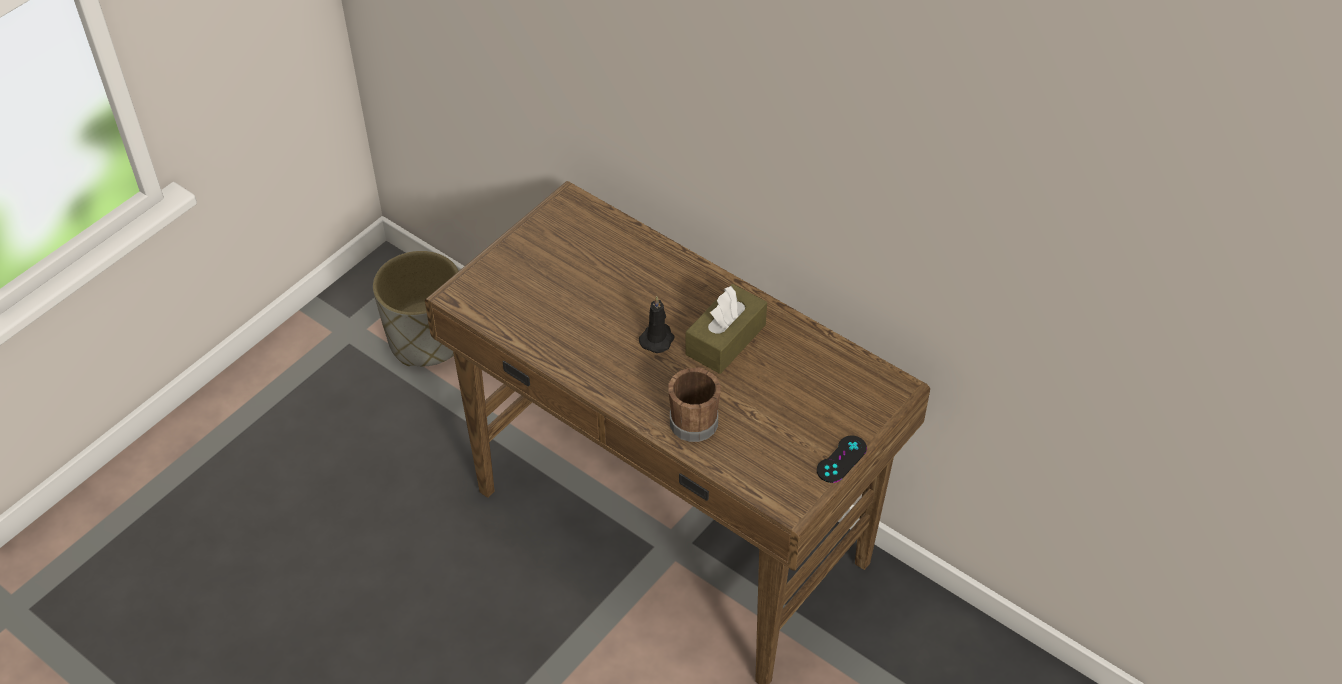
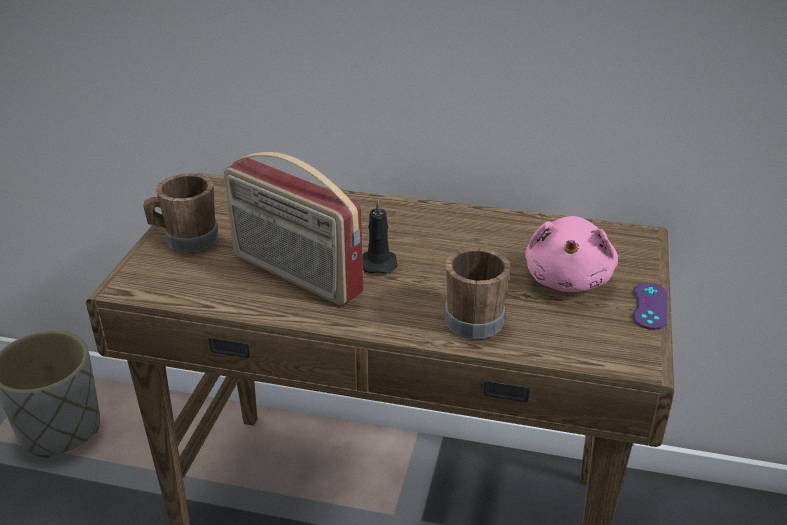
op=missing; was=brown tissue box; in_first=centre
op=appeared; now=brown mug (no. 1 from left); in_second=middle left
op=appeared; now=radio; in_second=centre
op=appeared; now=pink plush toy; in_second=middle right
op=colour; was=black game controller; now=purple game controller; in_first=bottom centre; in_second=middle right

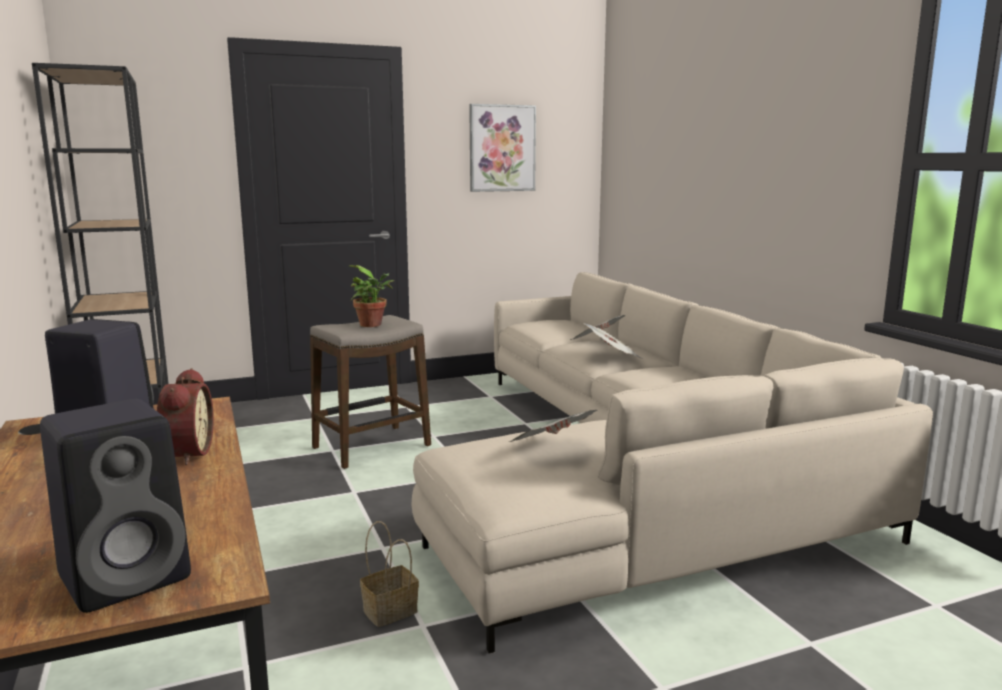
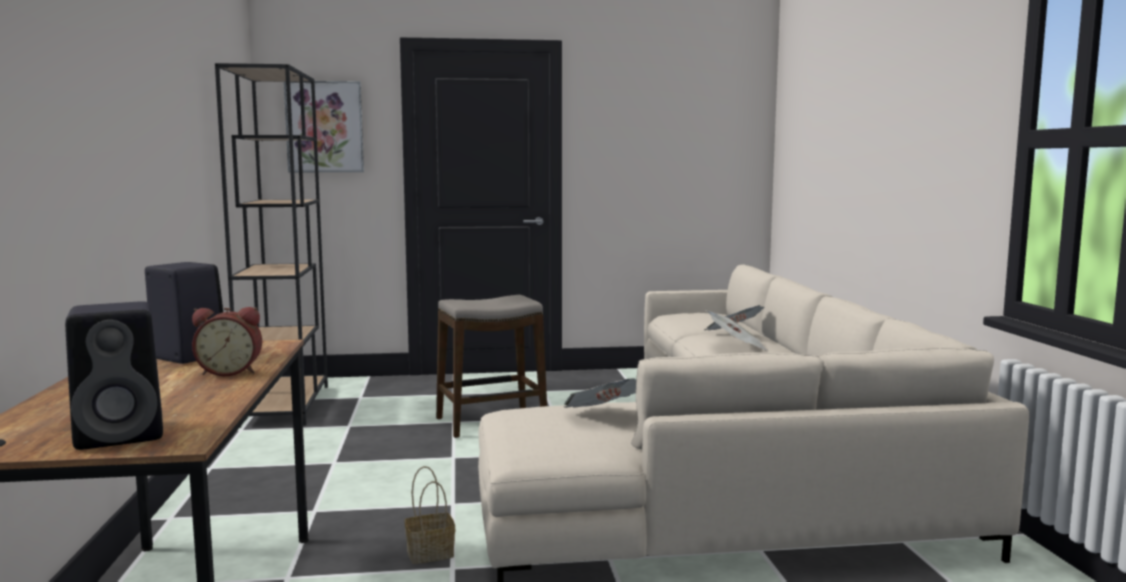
op=missing; was=potted plant; in_first=centre
op=relocated; was=picture; in_first=top centre; in_second=top left
op=spun; was=alarm clock; in_first=middle left; in_second=middle left; clockwise=75

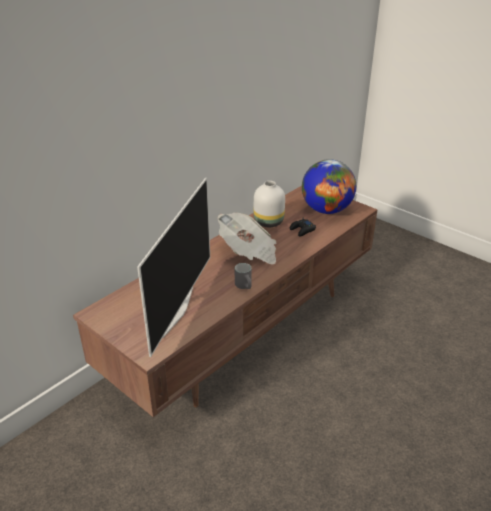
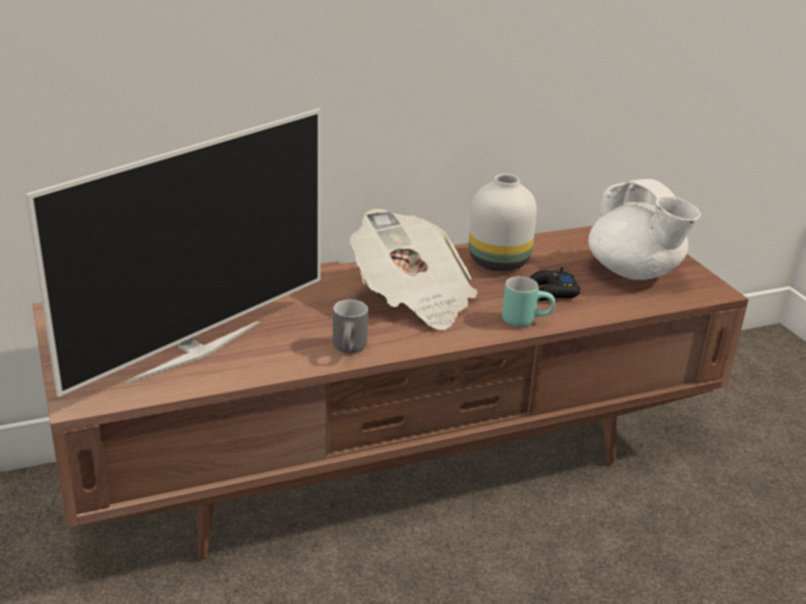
op=appeared; now=turquoise mug; in_second=centre
op=exchanged; was=globe; now=white teapot; in_first=middle right; in_second=middle right

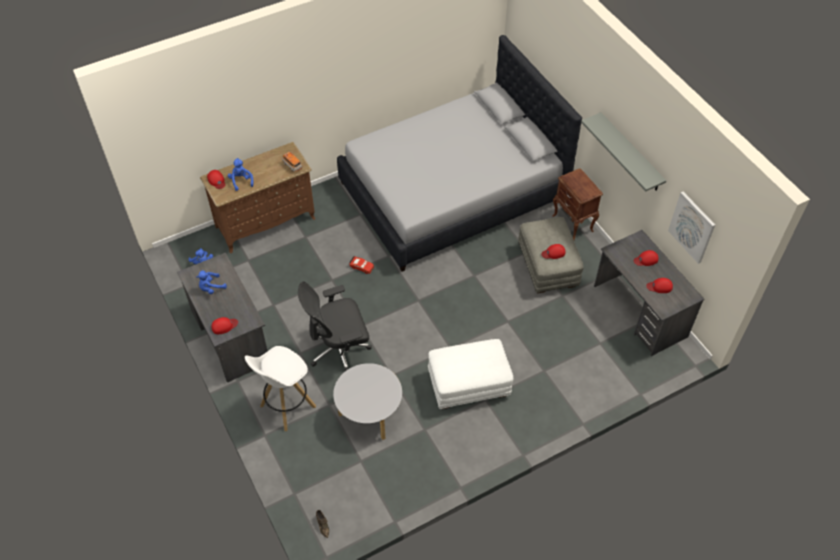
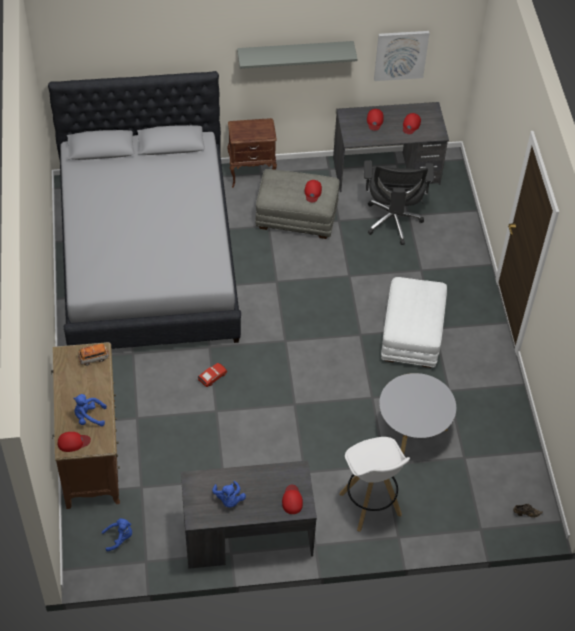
op=relocated; was=office chair; in_first=centre; in_second=top right

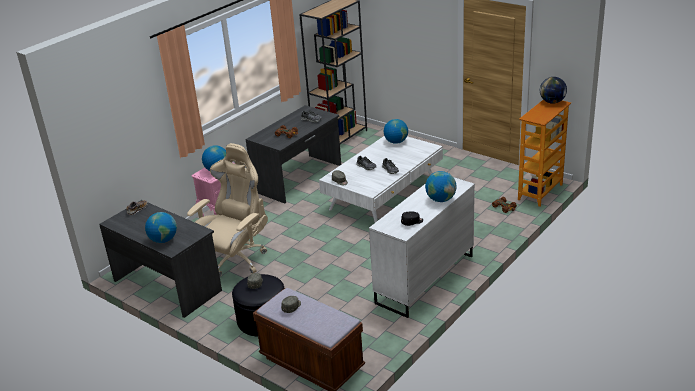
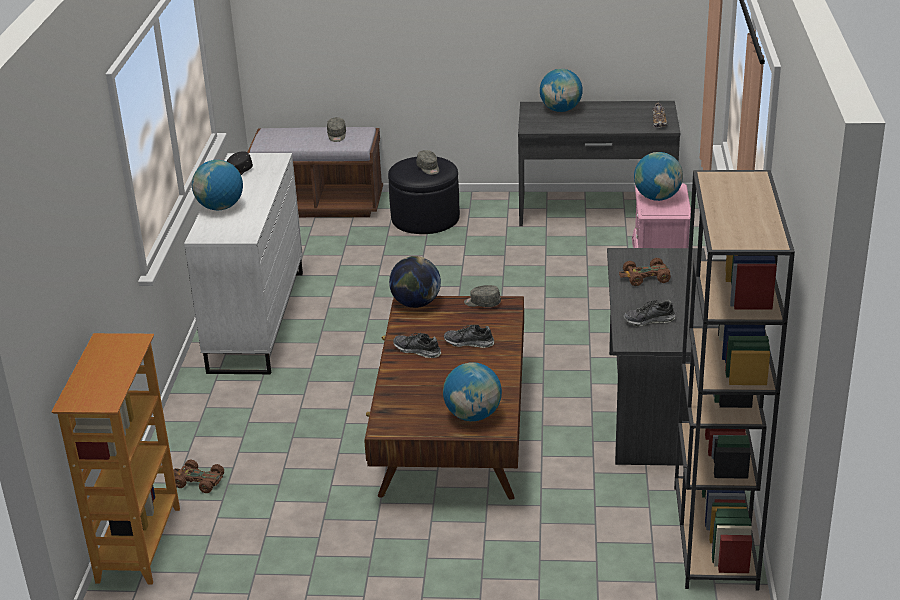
op=missing; was=beige office chair; in_first=middle left
op=relocated; was=globe (no. 5 from left in the first image); now=globe (no. 2 from left); in_first=top right; in_second=centre
op=colour; was=white coffee table; now=brown coffee table; in_first=centre; in_second=centre

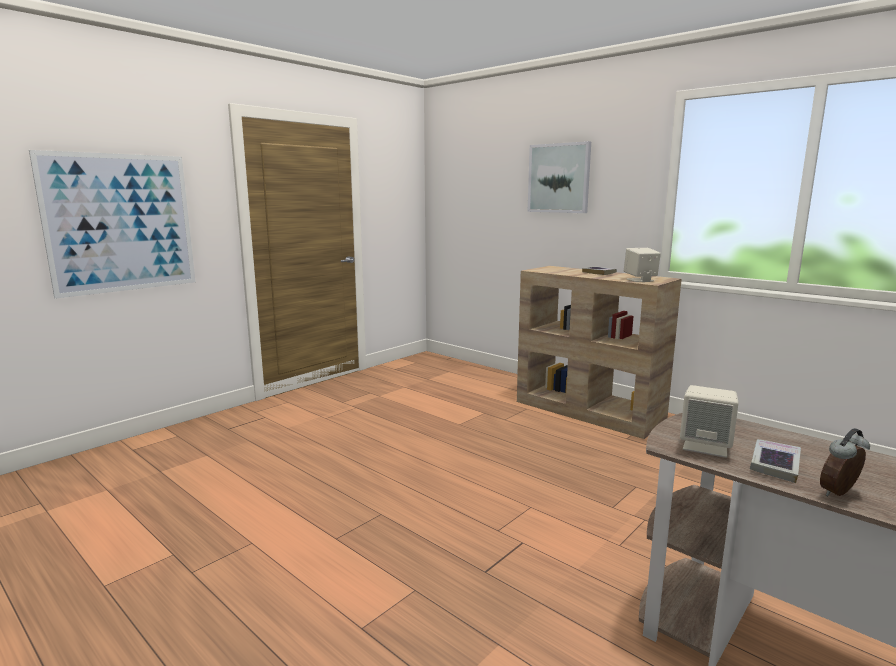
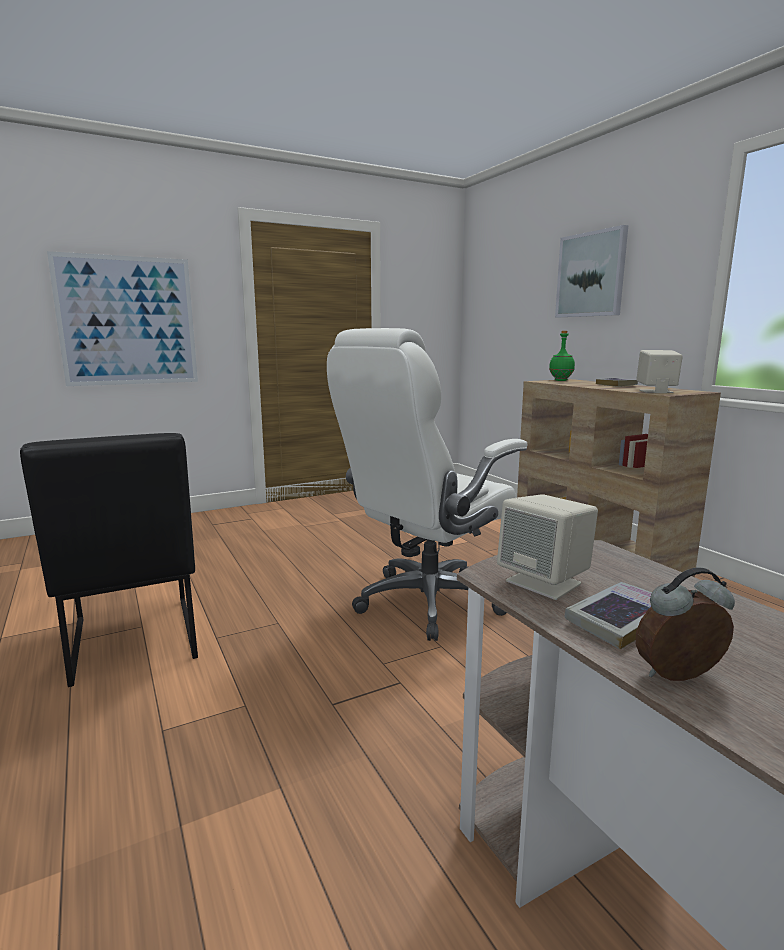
op=appeared; now=black chair; in_second=middle left
op=appeared; now=white office chair; in_second=centre
op=appeared; now=green bottle; in_second=middle right

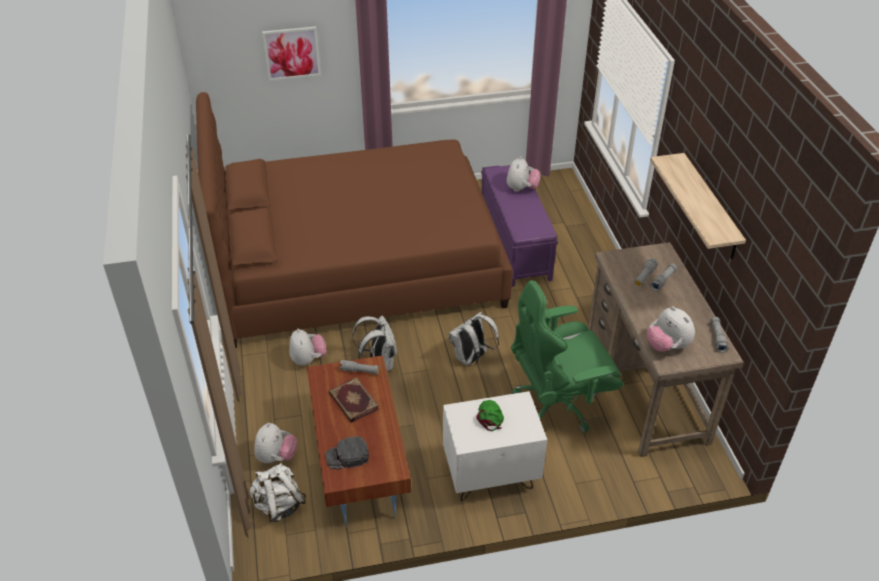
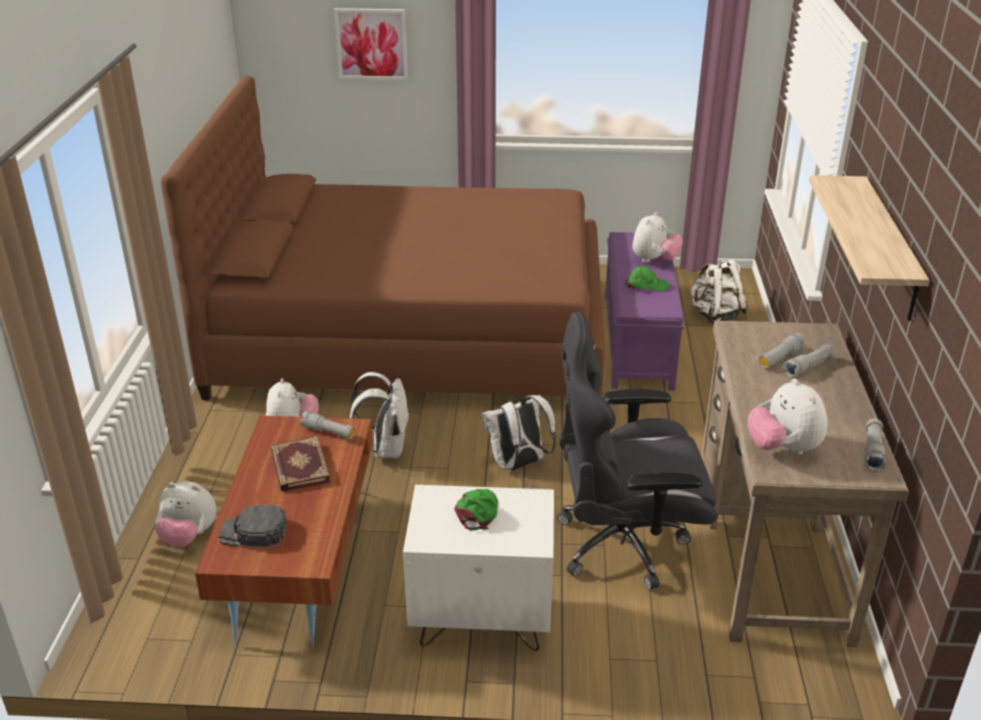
op=appeared; now=green cap (no. 2 from left); in_second=centre
op=relocated; was=white backpack (no. 1 from left in the first image); now=white backpack (no. 3 from left); in_first=bottom left; in_second=middle right
op=colour; was=green office chair; now=black office chair; in_first=centre; in_second=centre
op=spun; was=plush toy (no. 1 from left); in_first=bottom left; in_second=bottom left; clockwise=75

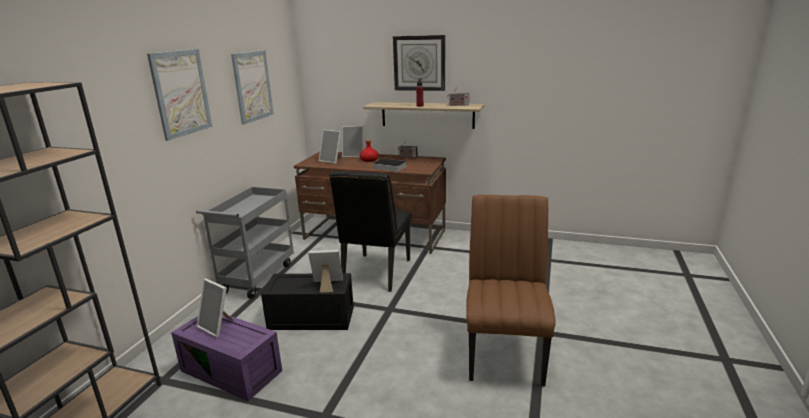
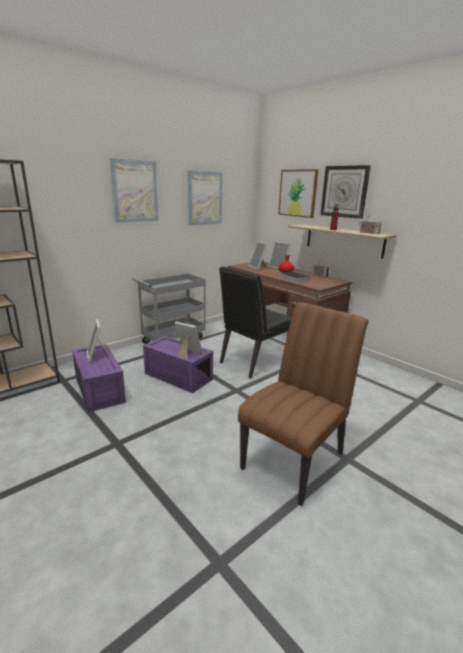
op=appeared; now=picture (no. 3 from left); in_second=top centre
op=colour; was=black storage box; now=purple storage box (no. 2 from left); in_first=bottom centre; in_second=centre

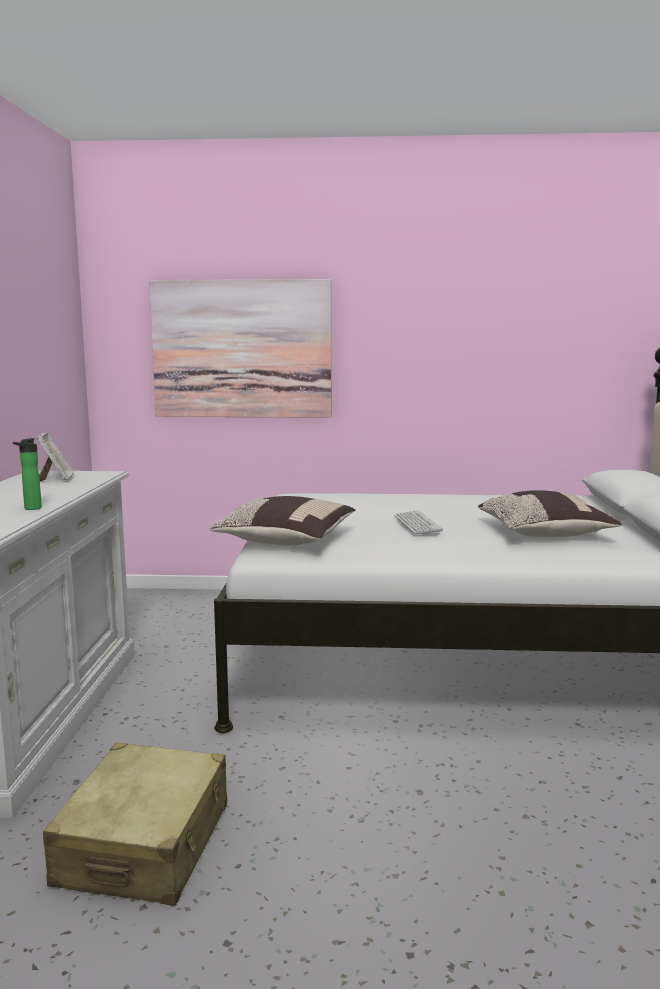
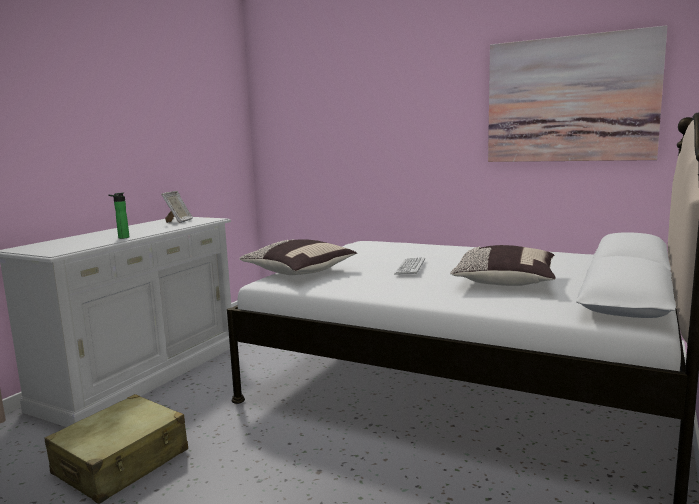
op=relocated; was=picture; in_first=centre; in_second=top right

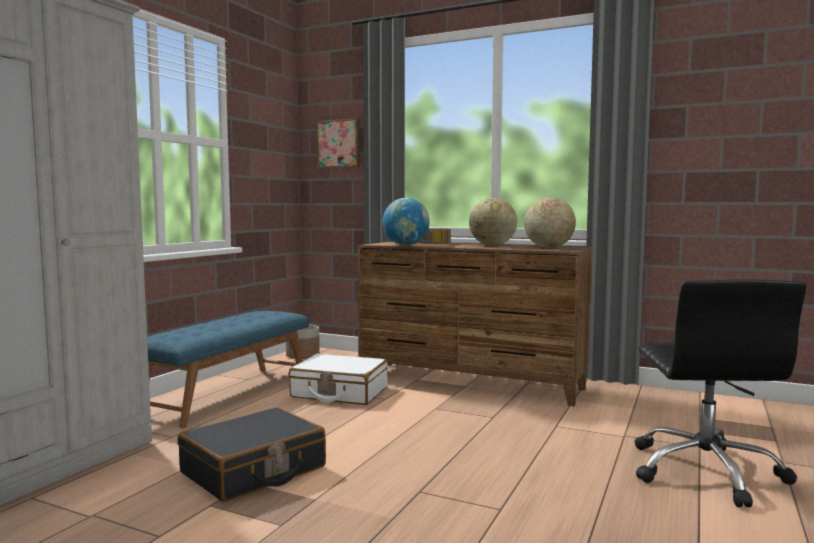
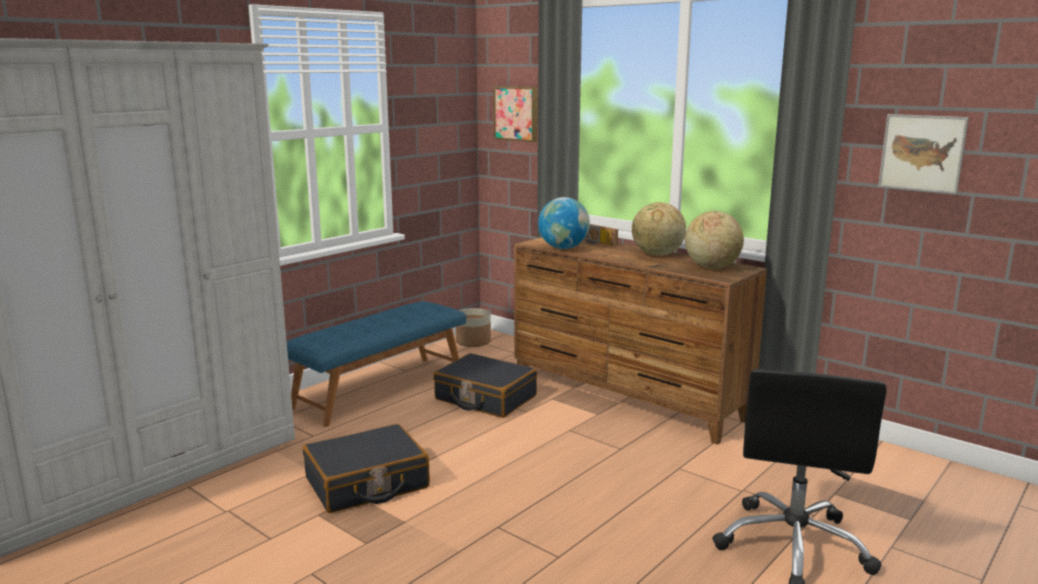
op=appeared; now=picture (no. 2 from left); in_second=top right
op=colour; was=white suitcase; now=black suitcase (no. 2 from left); in_first=bottom centre; in_second=centre

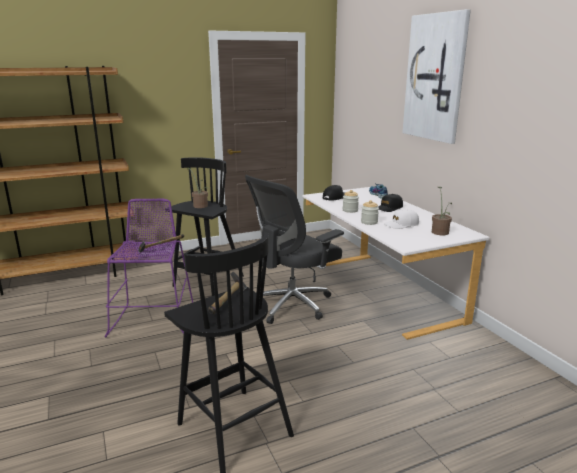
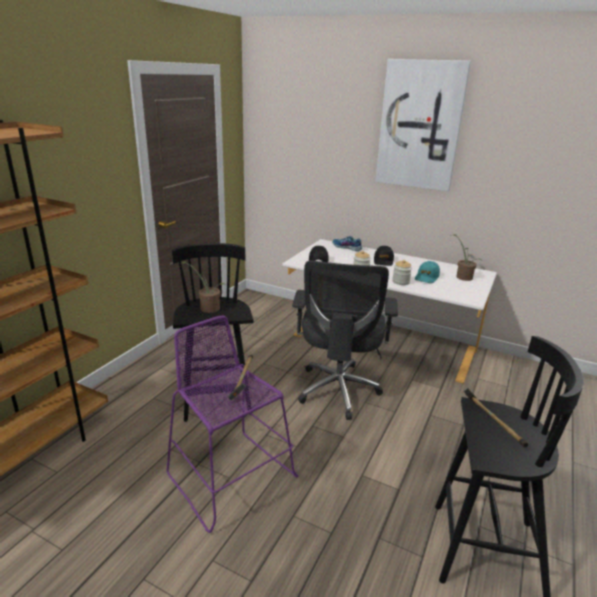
op=colour; was=white cap; now=turquoise cap; in_first=middle right; in_second=middle right

